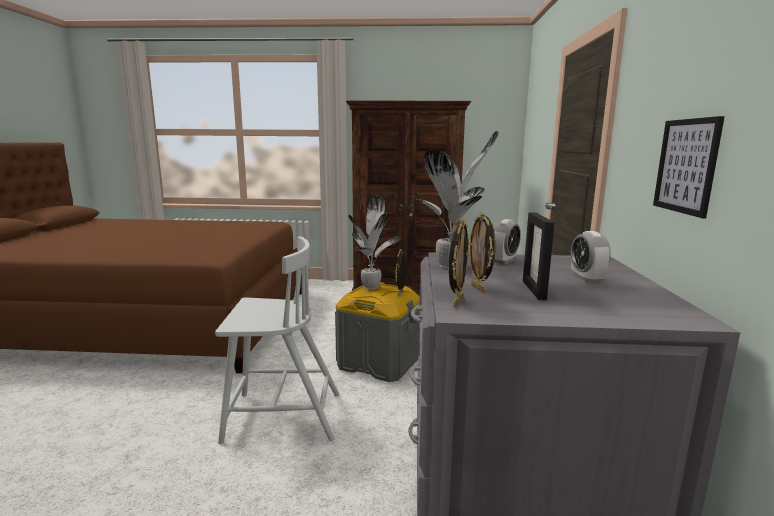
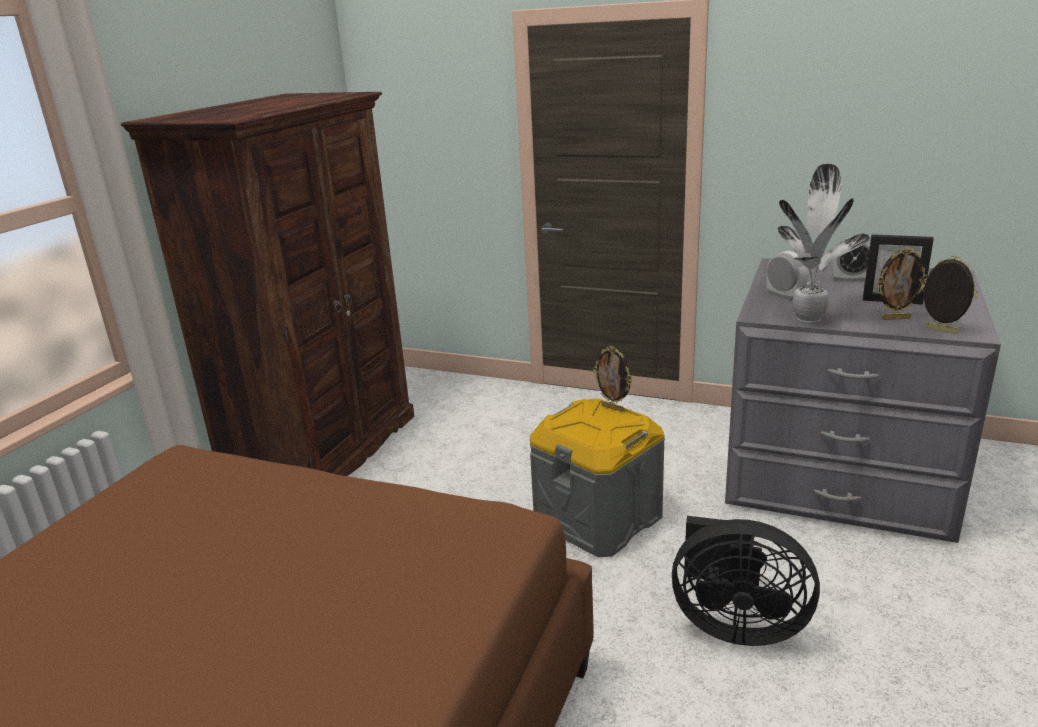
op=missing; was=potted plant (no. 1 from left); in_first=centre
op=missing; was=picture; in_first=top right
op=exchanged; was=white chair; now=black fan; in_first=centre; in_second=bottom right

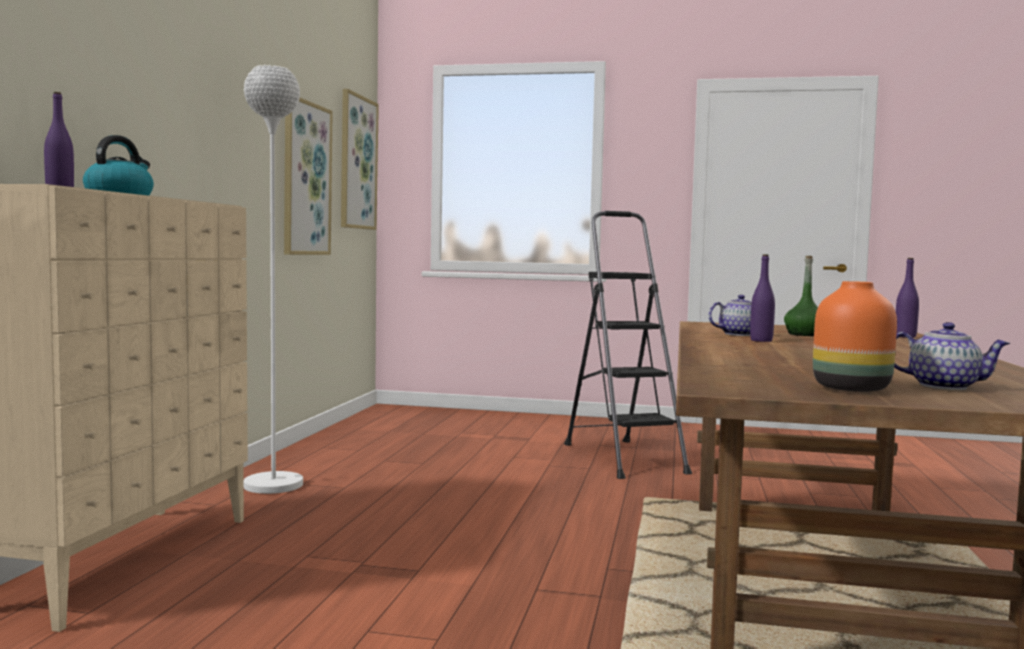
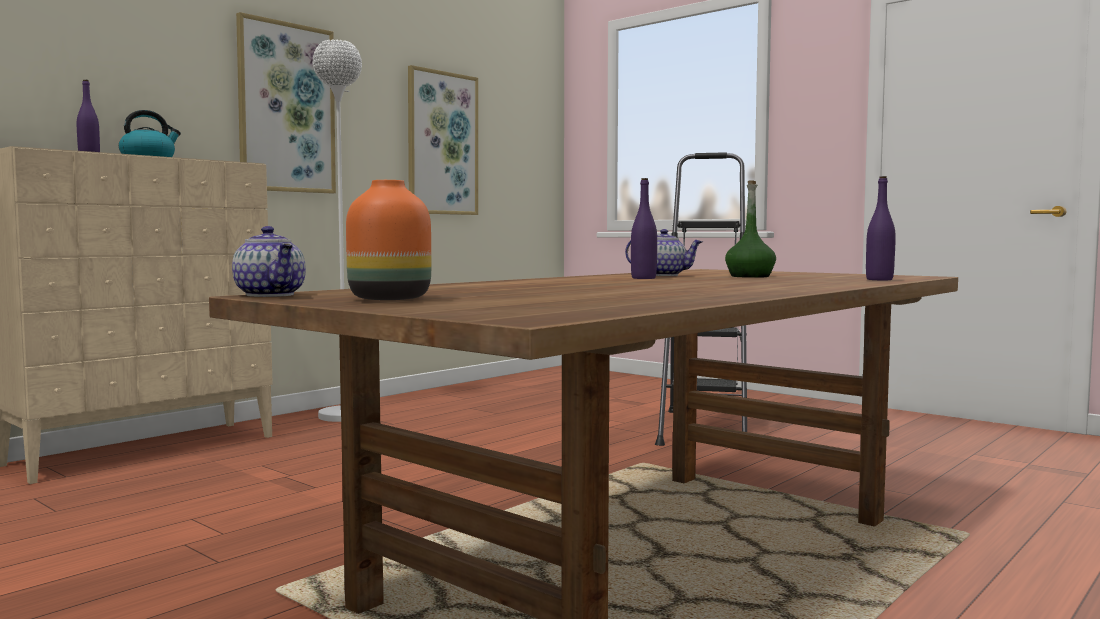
op=relocated; was=picture (no. 2 from left in the first image); now=picture (no. 1 from left); in_first=top centre; in_second=top left
op=relocated; was=teapot (no. 2 from left in the first image); now=teapot (no. 1 from left); in_first=middle right; in_second=middle left

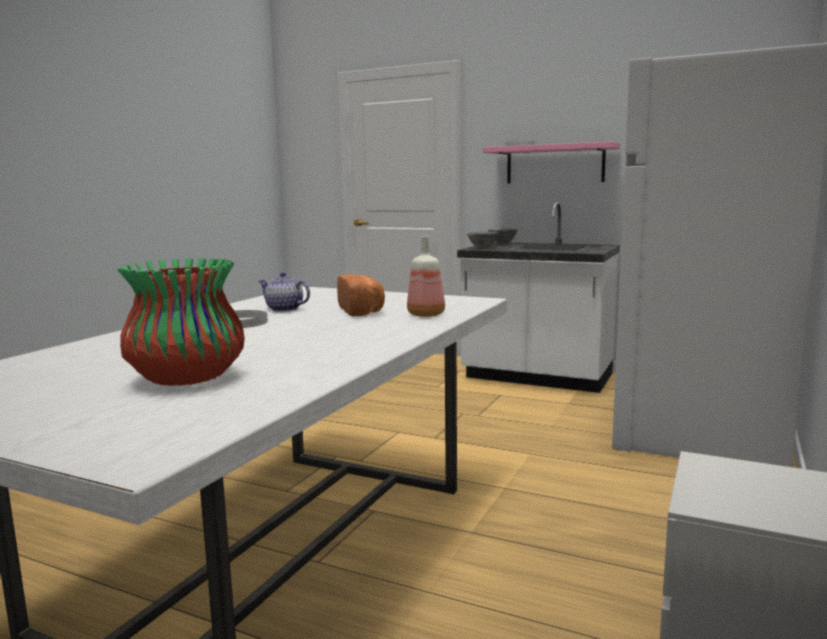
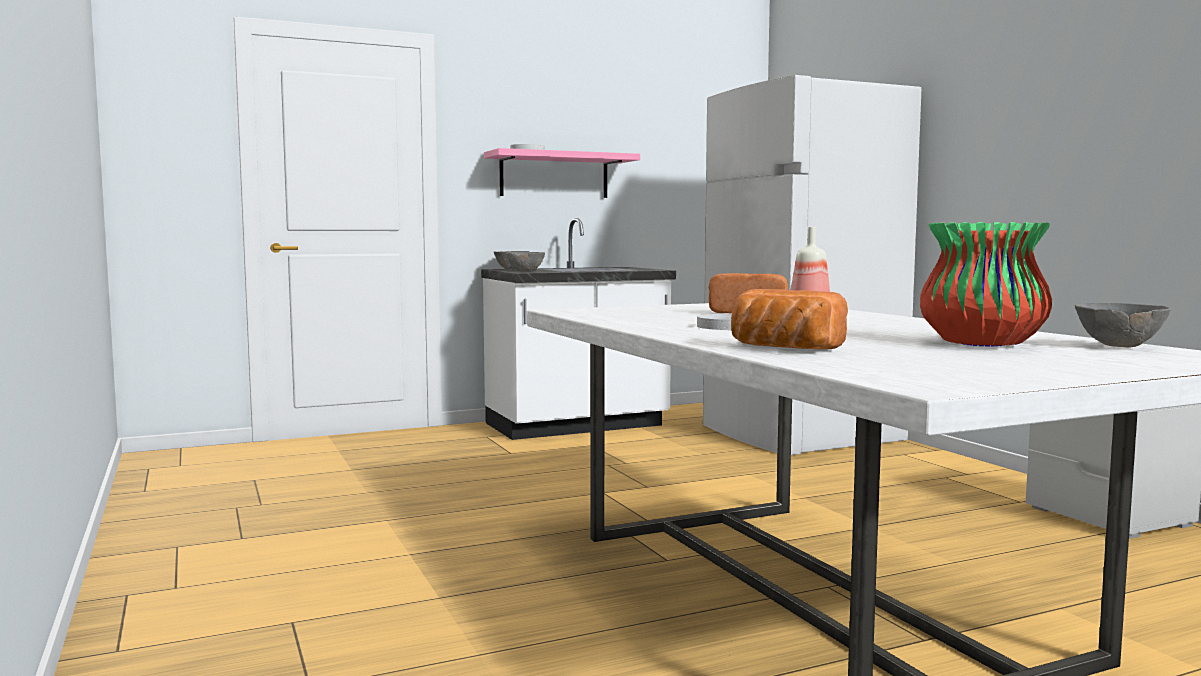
op=missing; was=teapot; in_first=centre
op=appeared; now=bread (no. 2 from left); in_second=centre
op=appeared; now=grey bowl (no. 3 from left); in_second=middle right

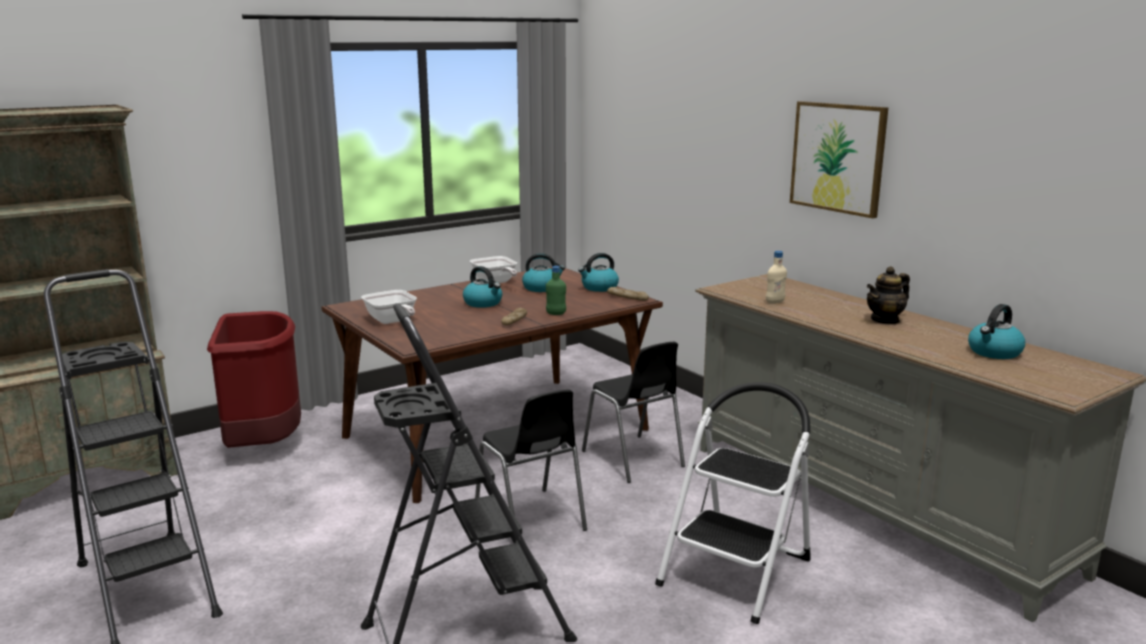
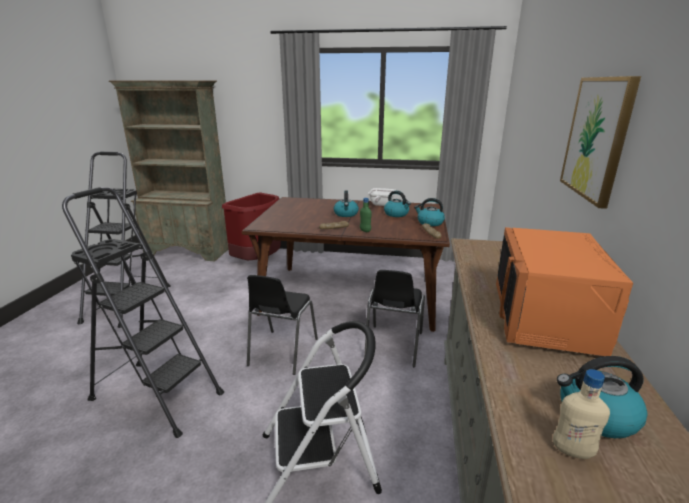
op=missing; was=frying pan (no. 1 from left); in_first=centre
op=relocated; was=beige bottle; in_first=middle right; in_second=bottom right
op=exchanged; was=teapot; now=orange microwave; in_first=middle right; in_second=middle right

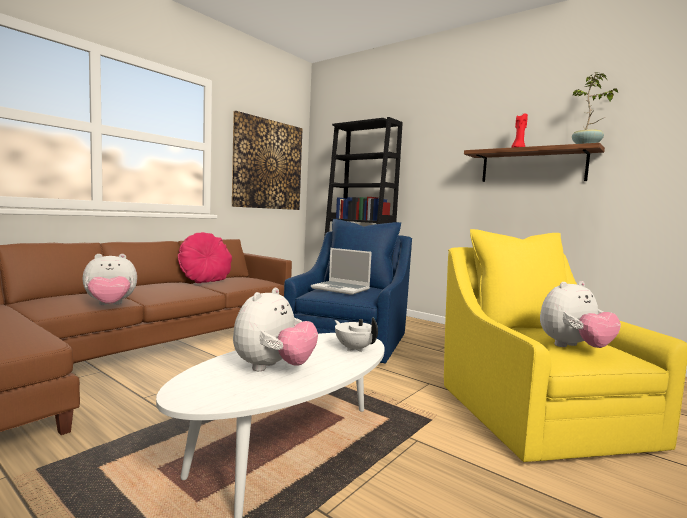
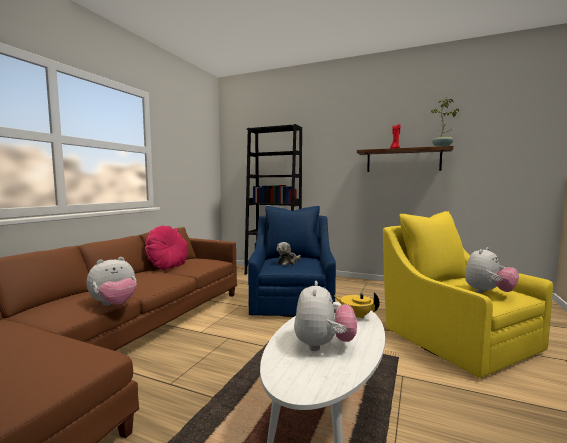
op=missing; was=picture; in_first=top centre
op=exchanged; was=laptop; now=plush toy (no. 2 from left); in_first=centre; in_second=centre
op=colour; was=white teapot; now=yellow teapot; in_first=centre; in_second=bottom centre

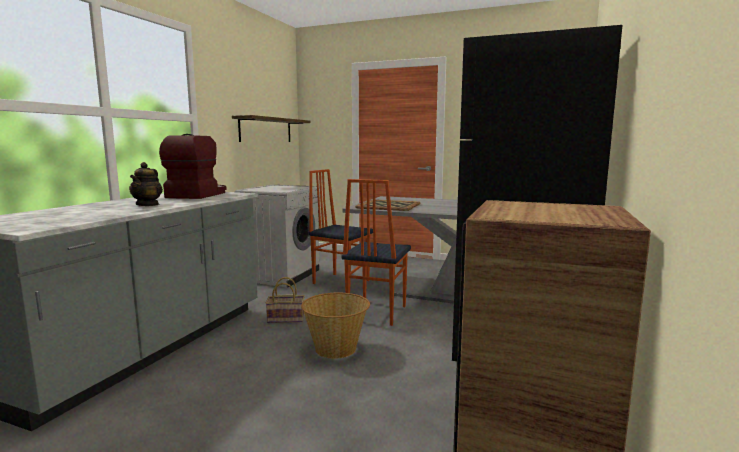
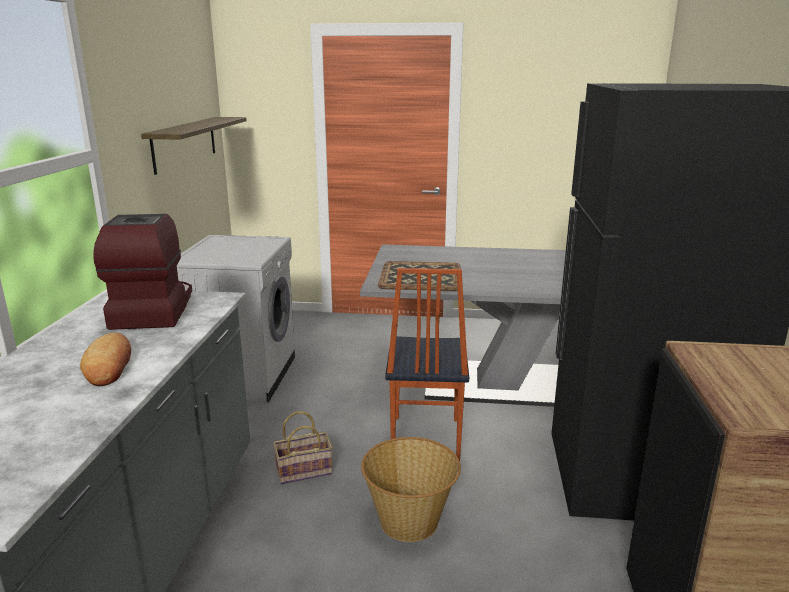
op=missing; was=chair (no. 1 from left); in_first=centre
op=exchanged; was=teapot; now=bread; in_first=middle left; in_second=middle left

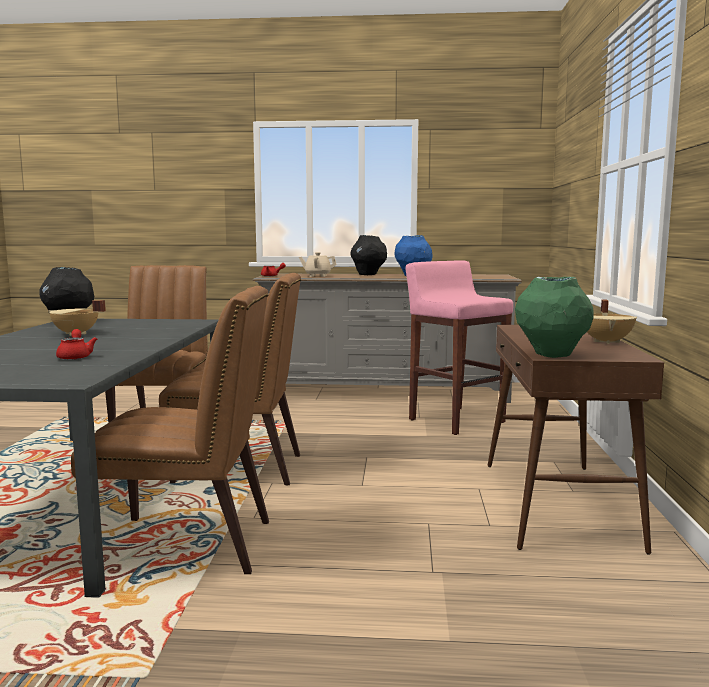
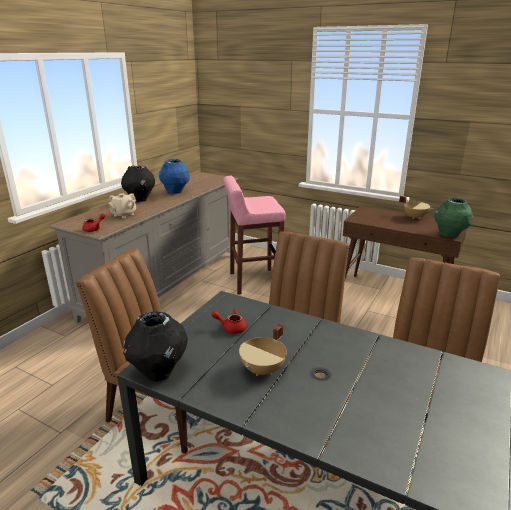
op=relocated; was=red teapot (no. 1 from left in the first image); now=red teapot (no. 2 from left); in_first=middle left; in_second=centre

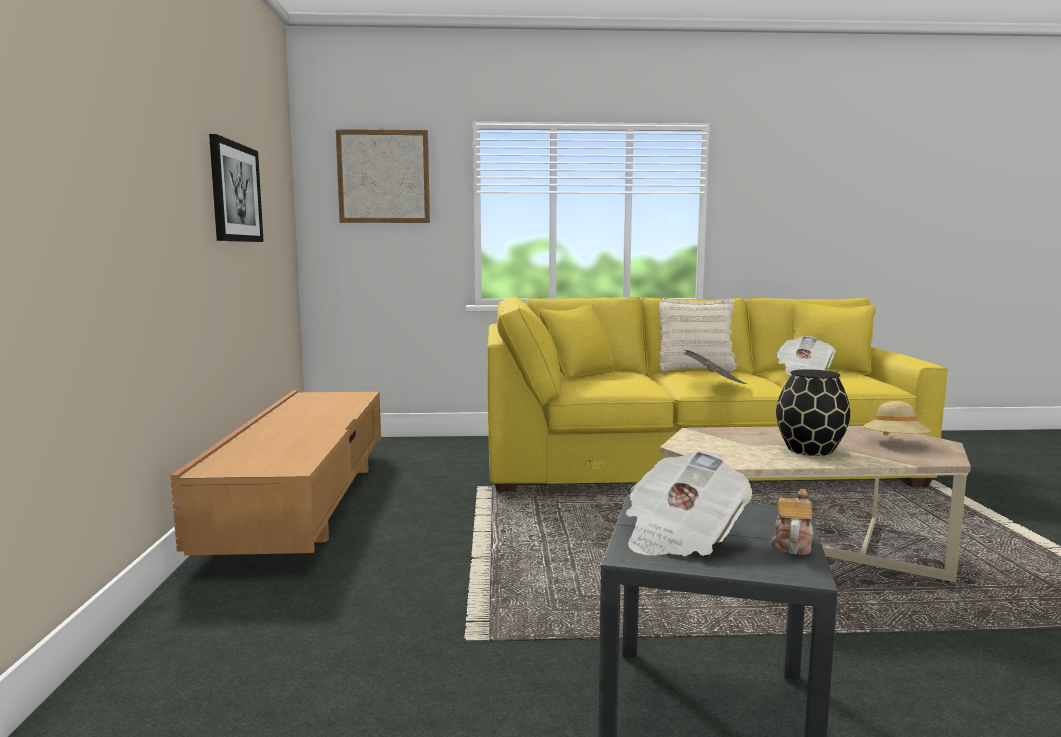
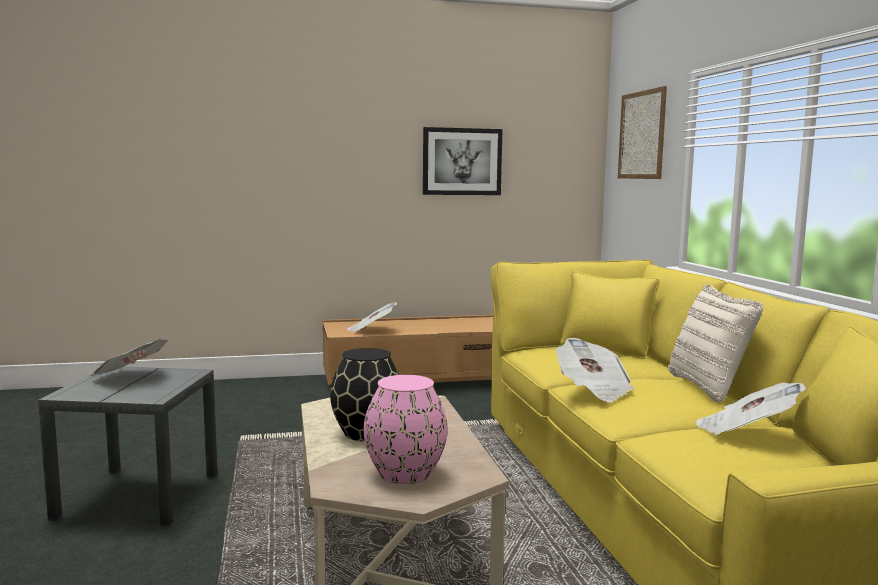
op=missing; was=teapot; in_first=bottom right
op=appeared; now=newspaper (no. 2 from left); in_second=centre
op=exchanged; was=beige hat; now=pink vase; in_first=middle right; in_second=bottom centre

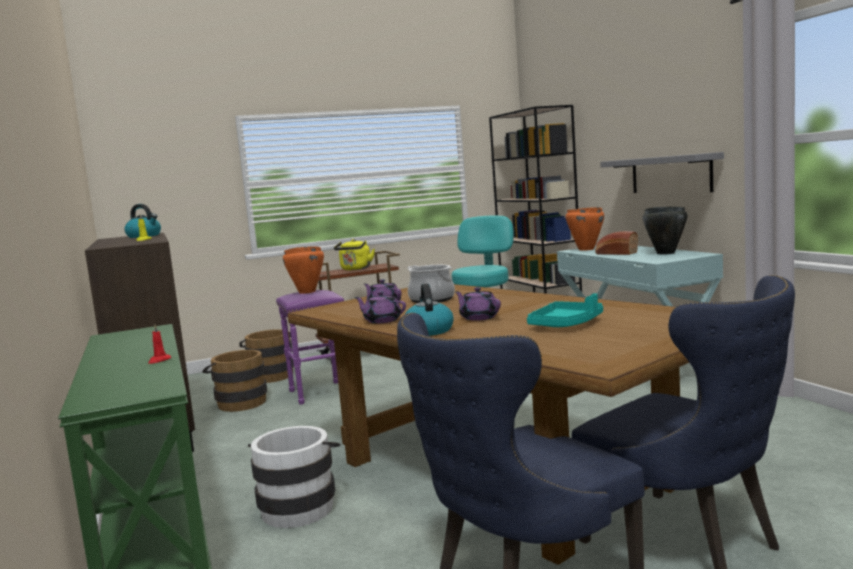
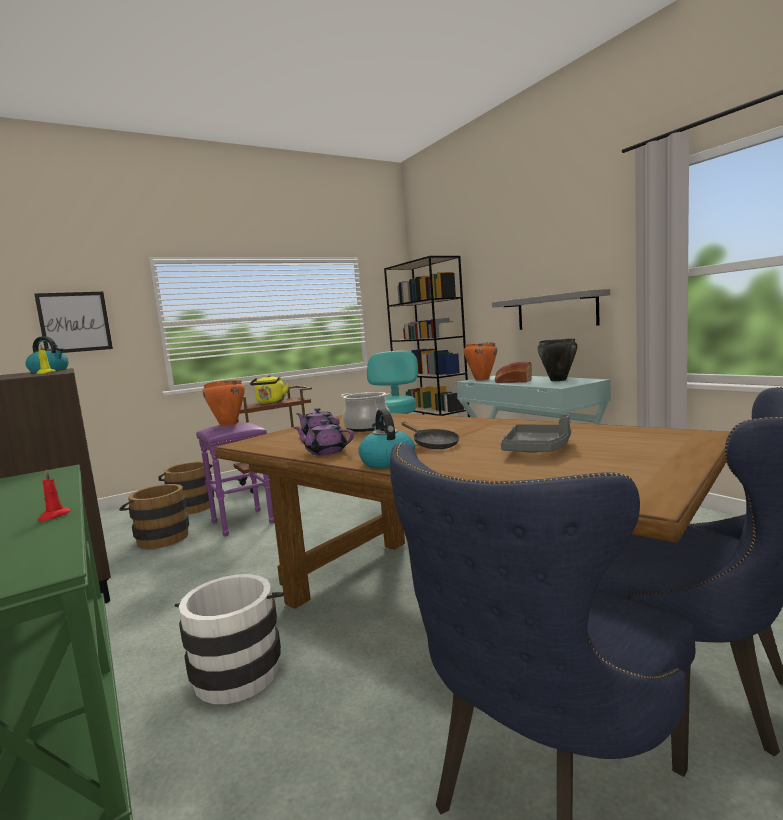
op=appeared; now=picture; in_second=middle left
op=exchanged; was=purple teapot (no. 3 from left); now=black frying pan; in_first=centre; in_second=centre
op=colour; was=turquoise tray; now=grey tray; in_first=centre; in_second=middle right

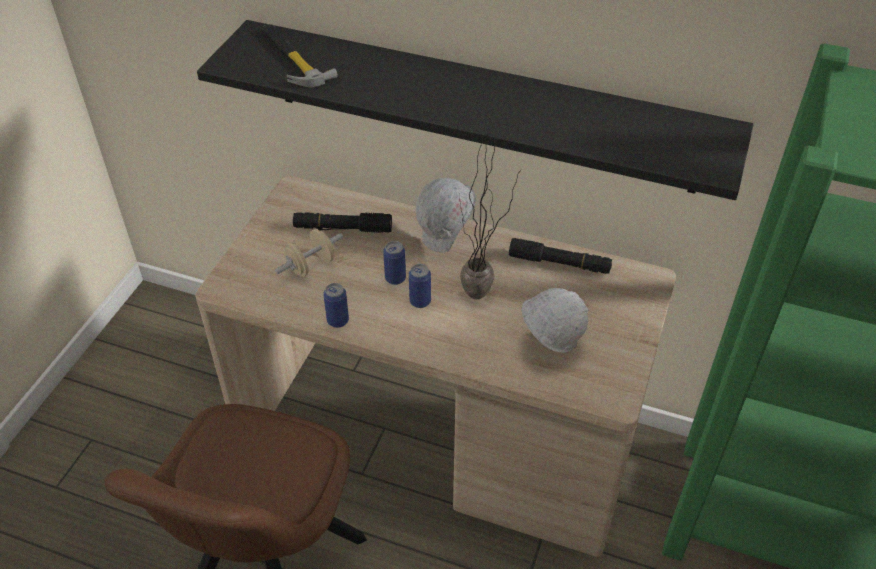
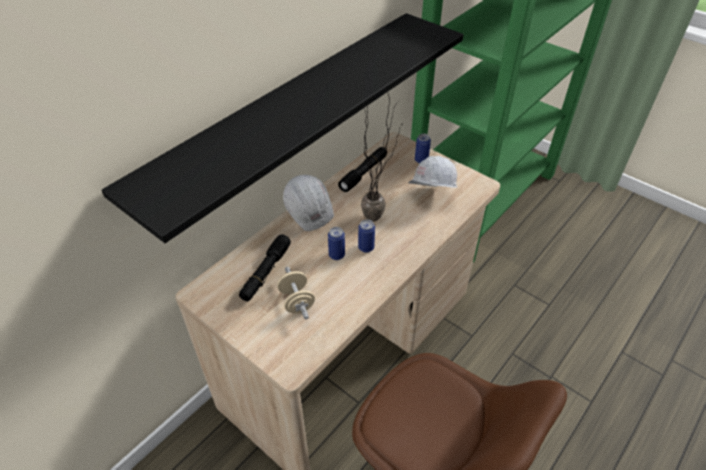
op=missing; was=hammer; in_first=top centre
op=relocated; was=can (no. 1 from left in the first image); now=can (no. 3 from left); in_first=centre; in_second=top centre

